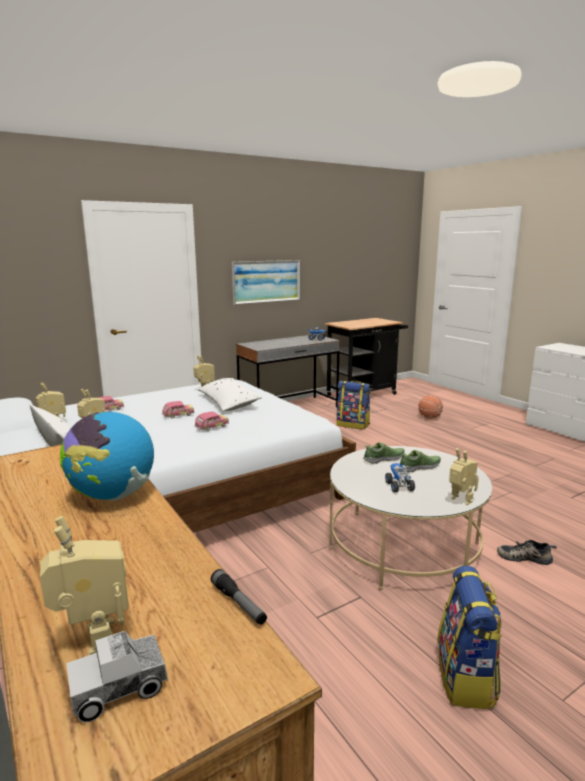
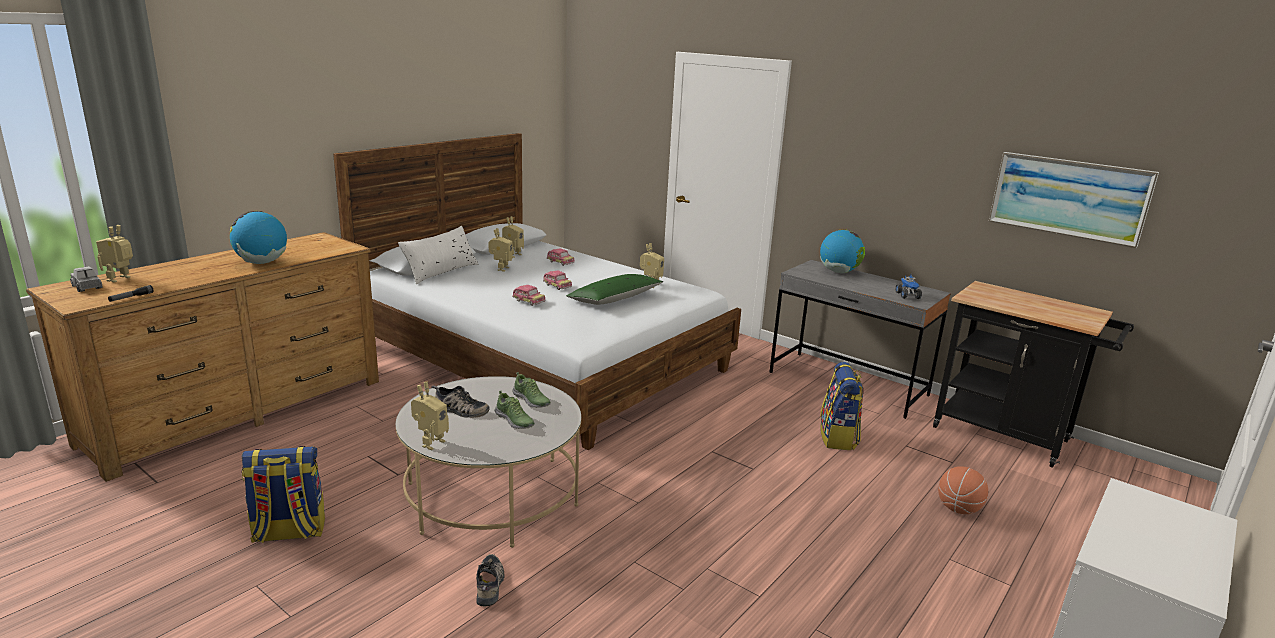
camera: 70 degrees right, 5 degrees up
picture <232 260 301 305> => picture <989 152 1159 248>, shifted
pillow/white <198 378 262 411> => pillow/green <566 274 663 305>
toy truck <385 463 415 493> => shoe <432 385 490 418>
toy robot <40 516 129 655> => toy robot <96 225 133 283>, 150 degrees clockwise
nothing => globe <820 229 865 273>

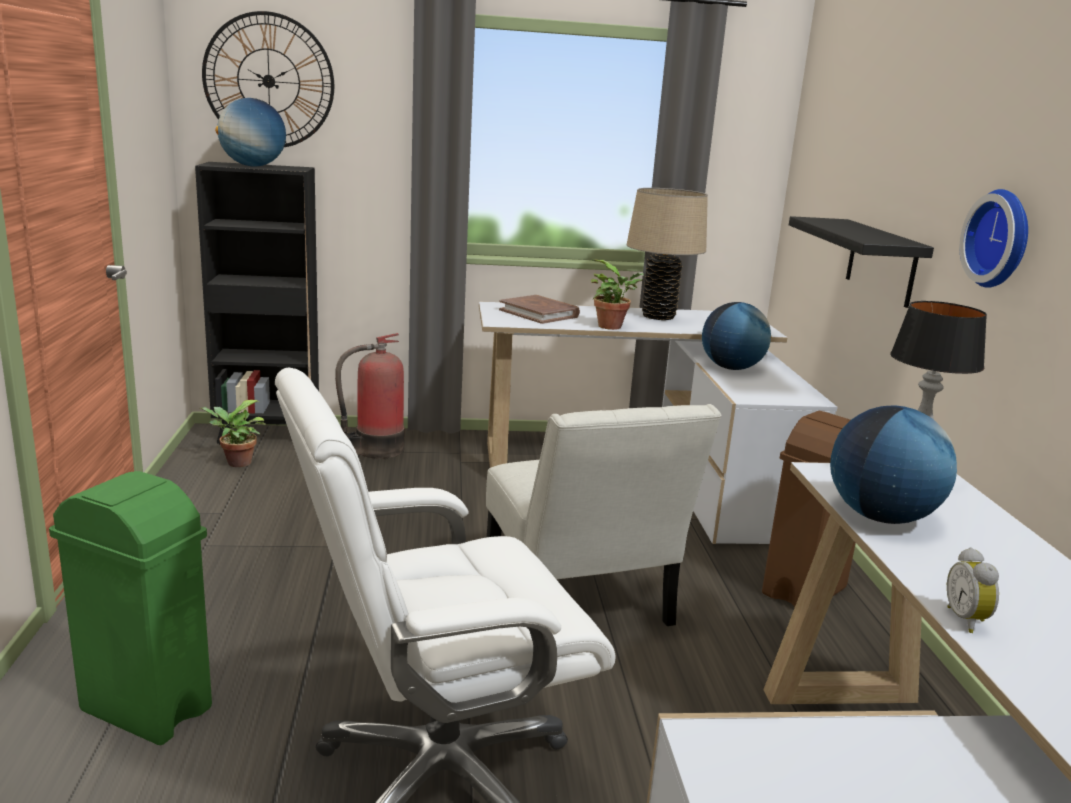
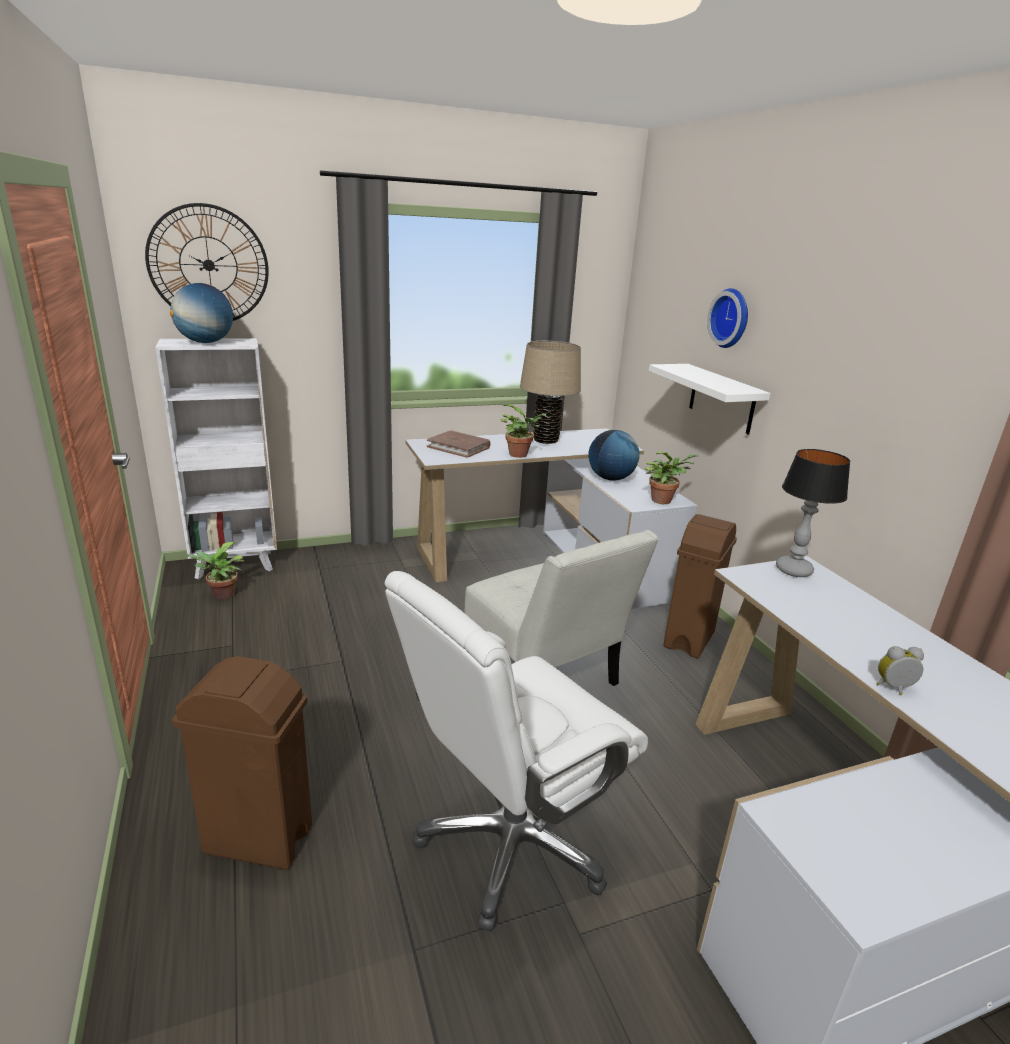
camera: 15 degrees left, 5 degrees up
bookcase/black <195 162 319 444> => bookcase/white <156 338 277 579>
wall clock <960 189 1028 288> => wall clock <707 288 748 348>, shifted
shelf/black <789 216 934 308> => shelf/white <649 364 770 434>
fire extinguisher <335 333 404 459> => nothing
globe <830 405 957 524> => nothing
trash can/green <49 471 212 745> => trash can/brown <172 656 312 870>
alarm clock <947 547 999 633> => alarm clock <877 646 924 695>, 105 degrees clockwise
nothing => potted plant <645 451 699 504>

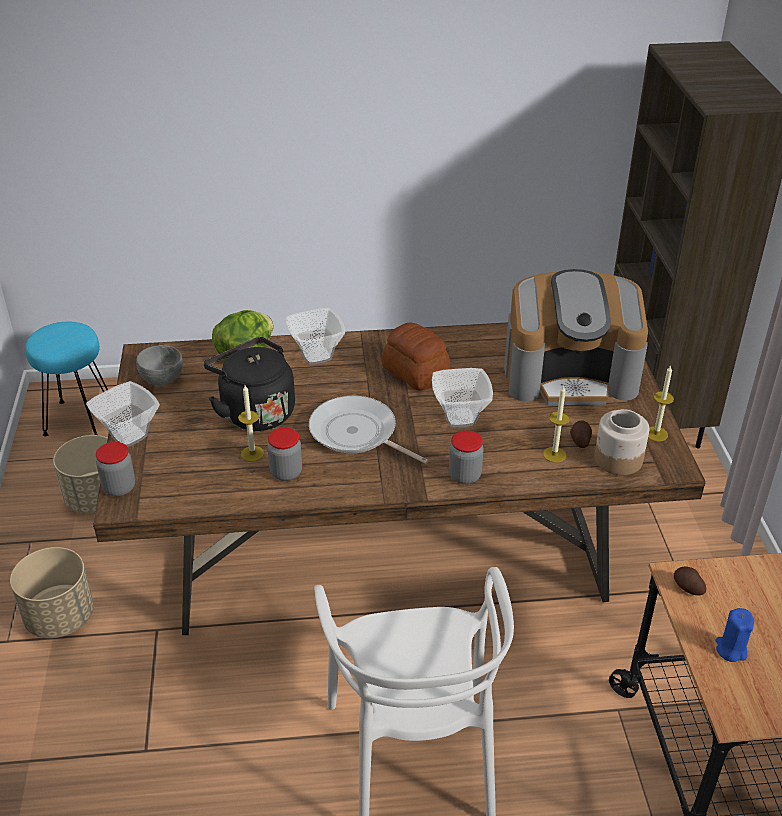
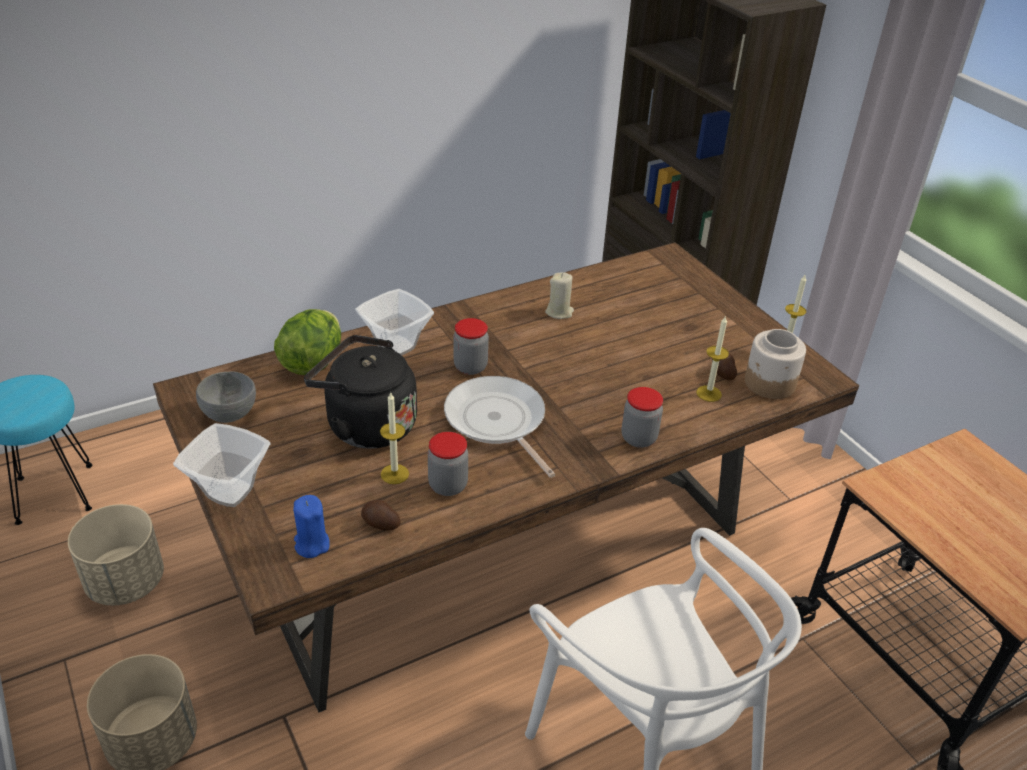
camera: 25 degrees left, 0 degrees up
coffee machine <504 269 648 405> => nothing
bread <382 323 450 391> => nothing
bowl <432 368 493 427> => nothing
frying pan <309 396 429 464> => frying pan <444 376 555 478>, 45 degrees clockwise
jar <96 442 135 496> => jar <454 318 489 375>, shifted
potato <674 567 706 595> => potato <361 500 401 531>, shifted
candle/blue <716 608 754 662> => candle/blue <293 495 330 558>, shifted
nothing => candle/beige <545 272 574 319>

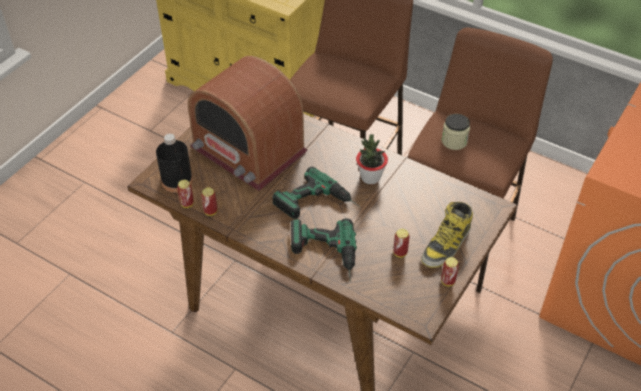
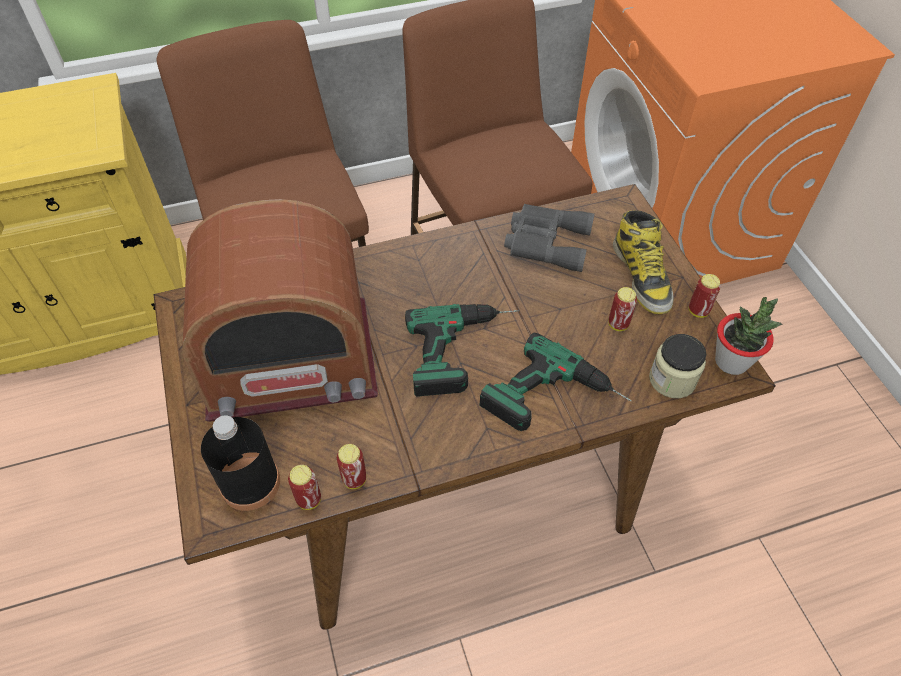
camera: 50 degrees left, 5 degrees up
jar <442 114 470 150> => jar <649 334 706 398>, shifted
potted plant <356 134 388 184> => potted plant <715 297 783 375>, shifted
nothing => binoculars/grey <504 204 595 272>

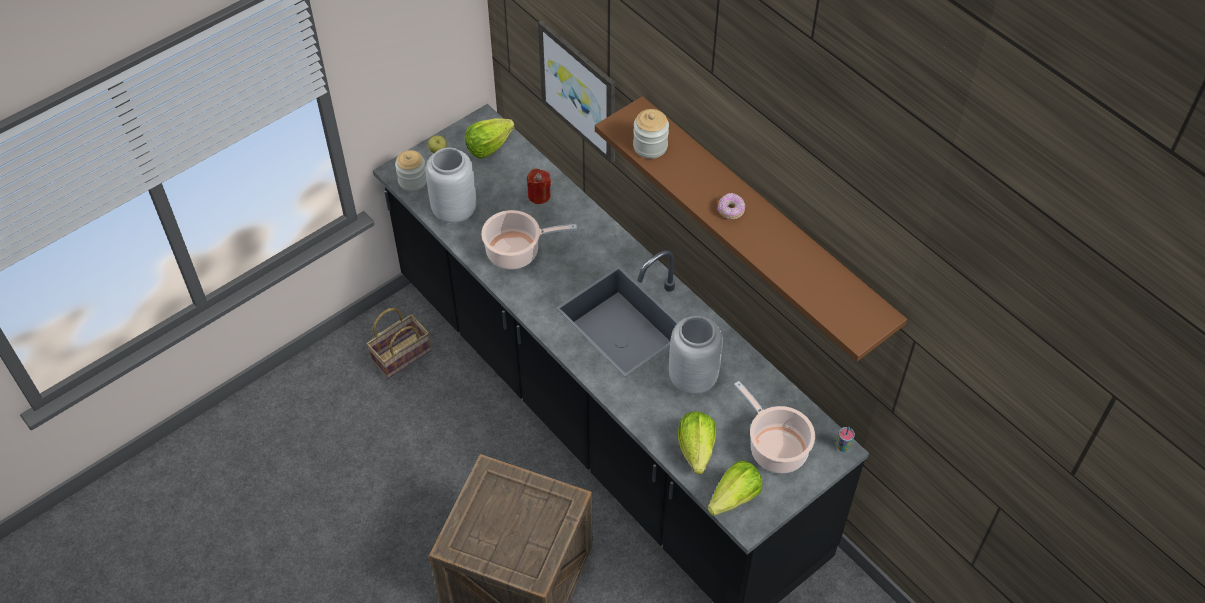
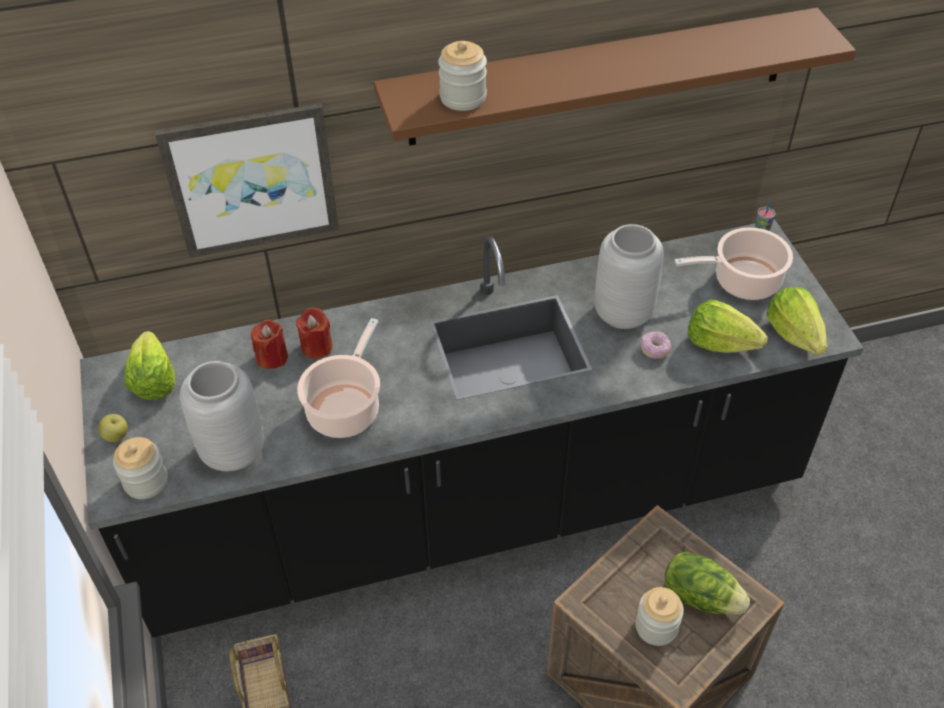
camera: 65 degrees left, 5 degrees down
donut <718 193 745 219> => donut <641 331 671 359>, shifted
nothing => candle/red <296 308 333 359>
nothing => lettuce <665 552 750 614>
nothing => jar <635 587 684 646>

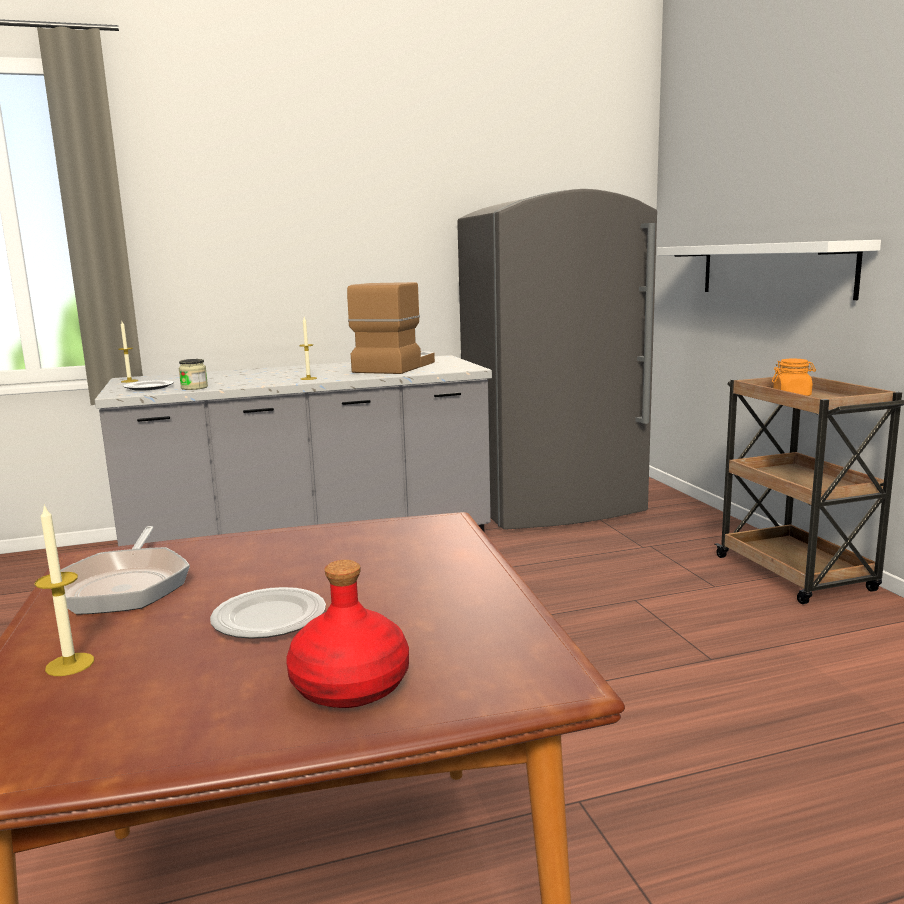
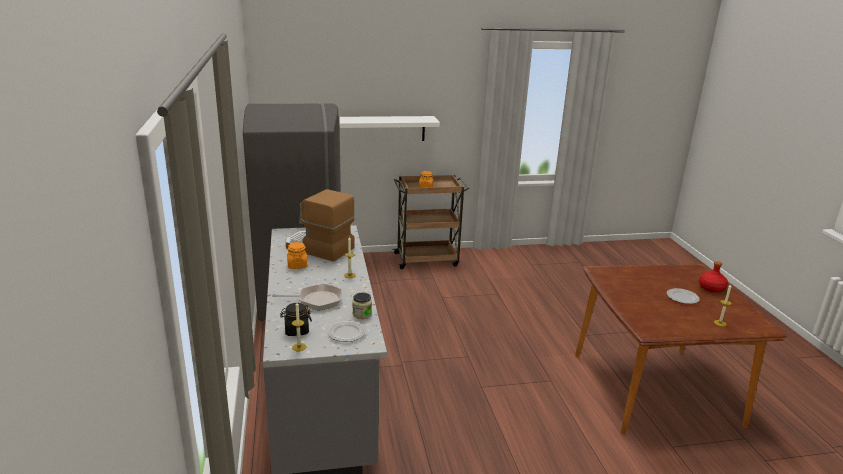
camera: 85 degrees left, 10 degrees up
frying pan <61 526 190 615> => frying pan <272 284 342 311>, shifted
nothing => jar/orange <287 242 307 269>
nothing => jar/black <280 303 312 336>

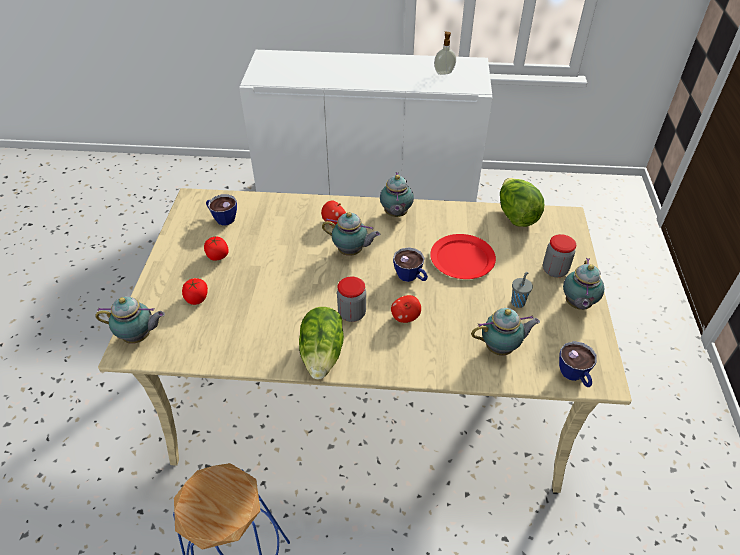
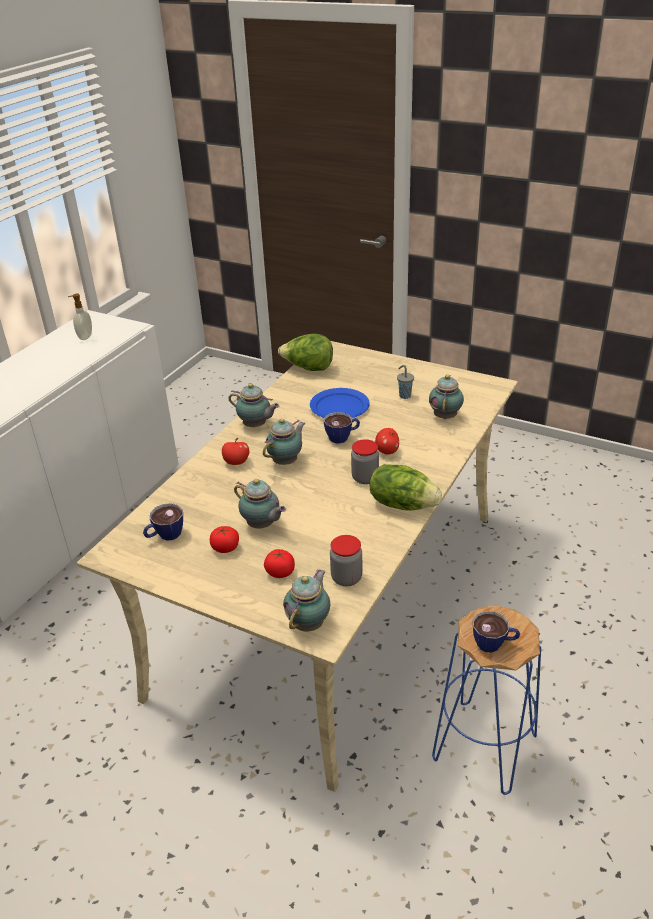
camera: 65 degrees left, 10 degrees down
plate/red <430 234 496 279> => plate/blue <310 388 370 418>
jar <543 234 576 277> => jar <330 535 363 586>, shifted
teapot <563 258 604 310> => teapot <234 479 286 528>, shifted
cup <559 341 597 387> => cup <473 611 520 652>, shifted

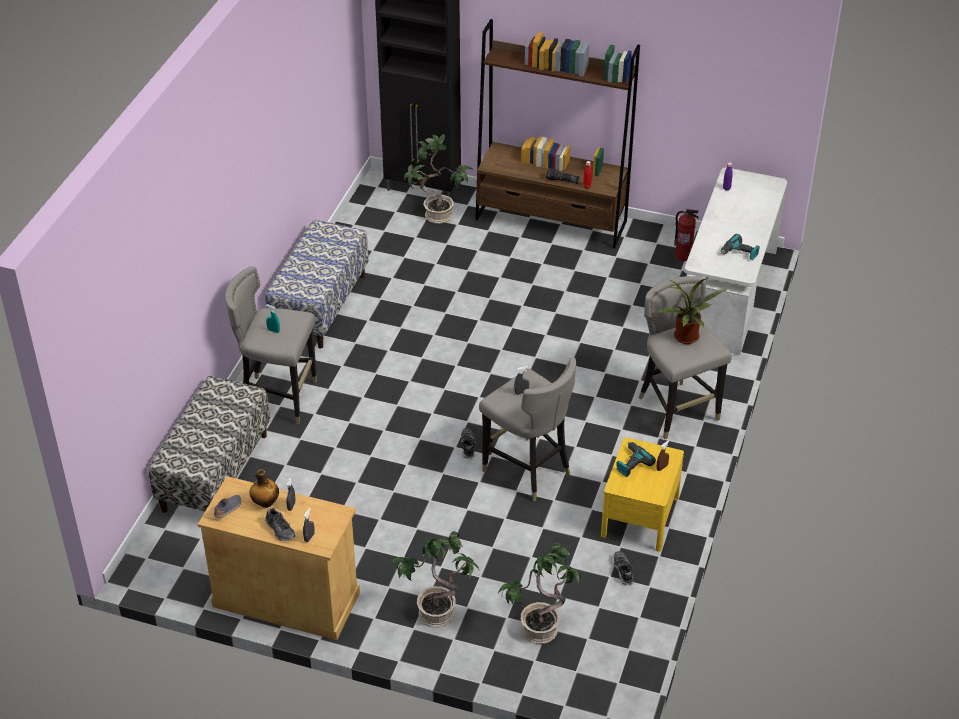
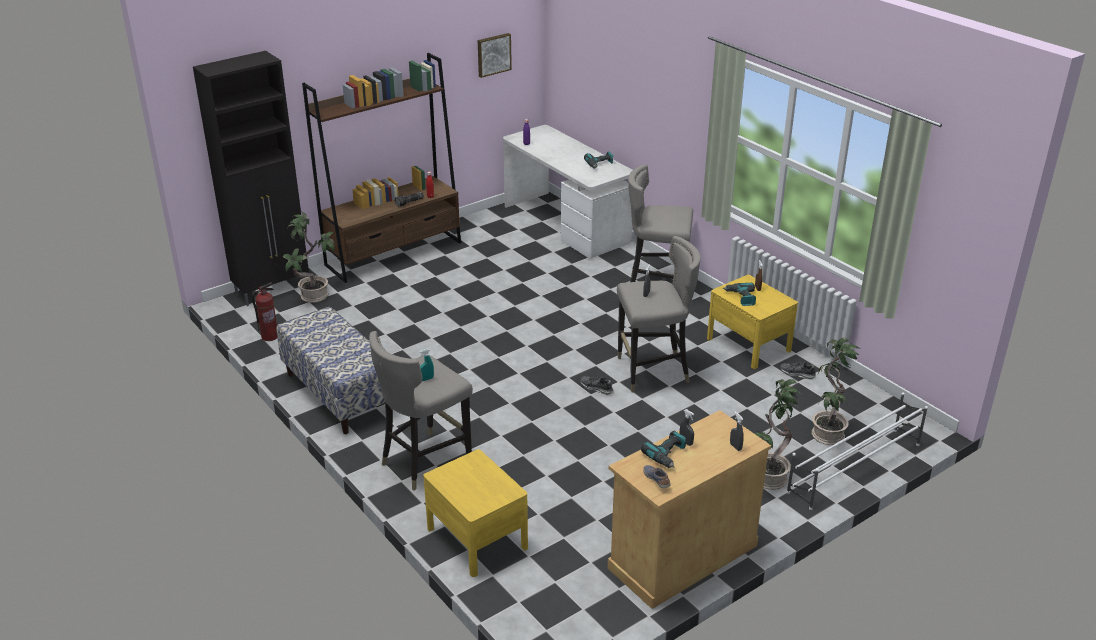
camera: 55 degrees left, 10 degrees down
fire extinguisher <674 209 699 261> => fire extinguisher <252 282 278 341>, shifted
potted plant <657 277 727 344> => nothing
bench <149 376 270 513> => nightstand/yellow <423 449 528 577>
bottle <250 469 279 508> => power drill <641 431 686 468>
shoe <265 508 296 541> => nothing
nothing => picture <478 33 512 78>
nothing => shoe rack/white <787 392 928 510>

